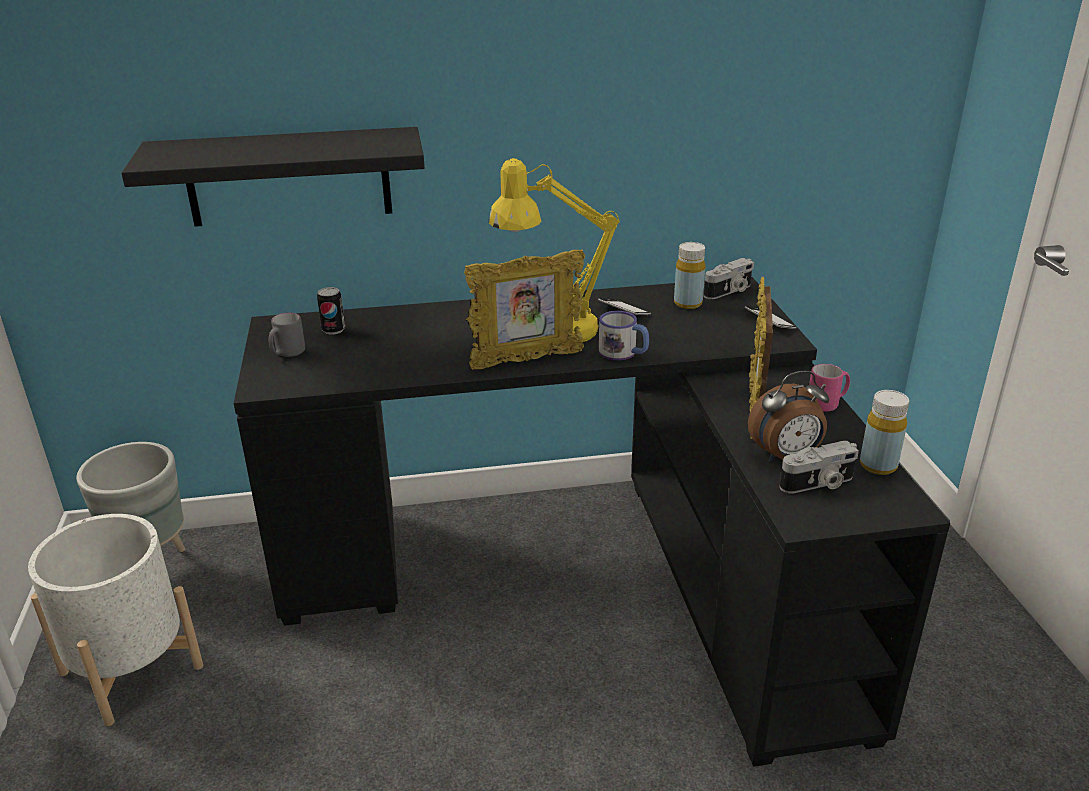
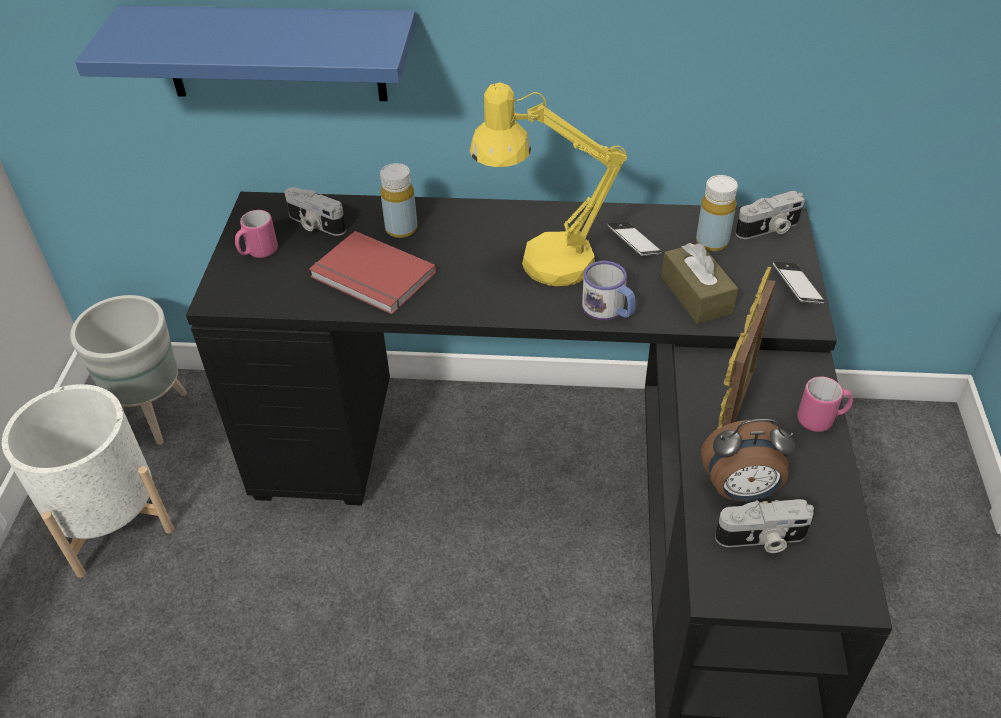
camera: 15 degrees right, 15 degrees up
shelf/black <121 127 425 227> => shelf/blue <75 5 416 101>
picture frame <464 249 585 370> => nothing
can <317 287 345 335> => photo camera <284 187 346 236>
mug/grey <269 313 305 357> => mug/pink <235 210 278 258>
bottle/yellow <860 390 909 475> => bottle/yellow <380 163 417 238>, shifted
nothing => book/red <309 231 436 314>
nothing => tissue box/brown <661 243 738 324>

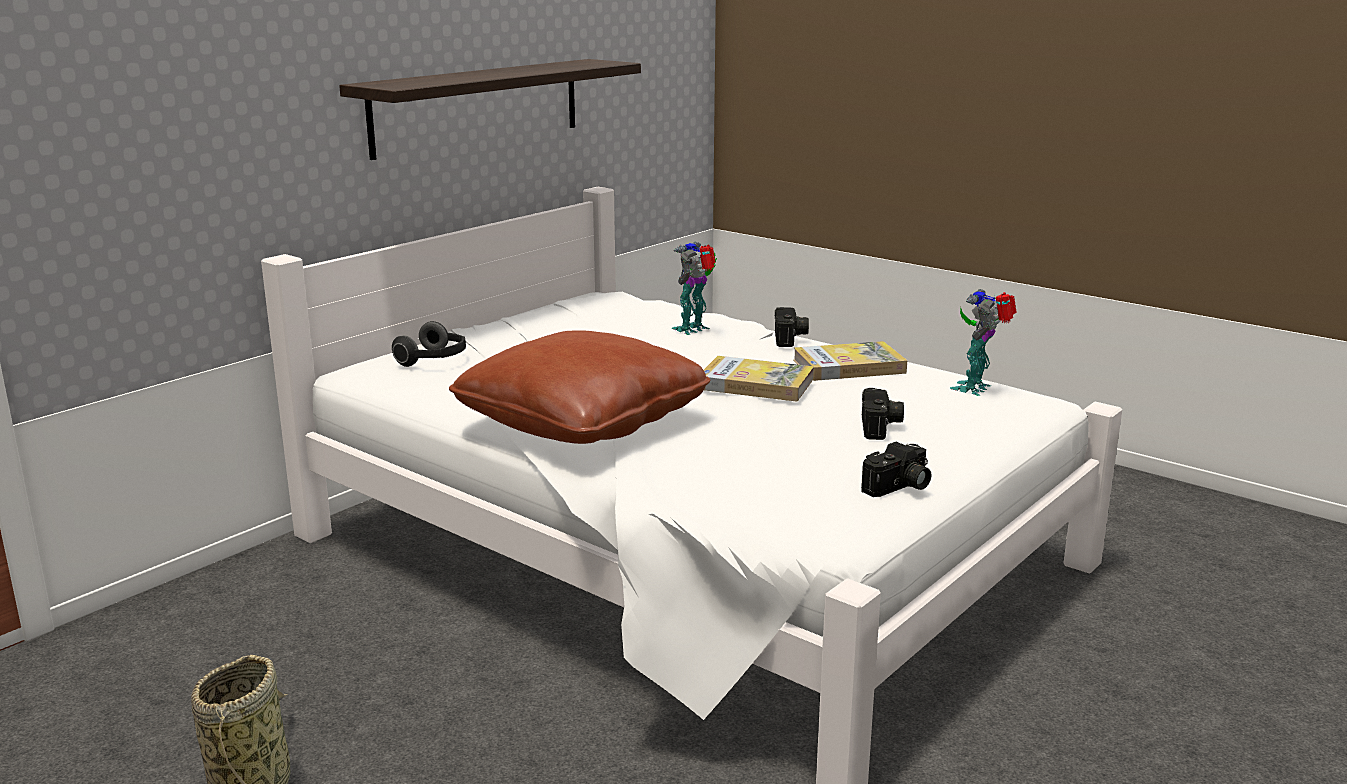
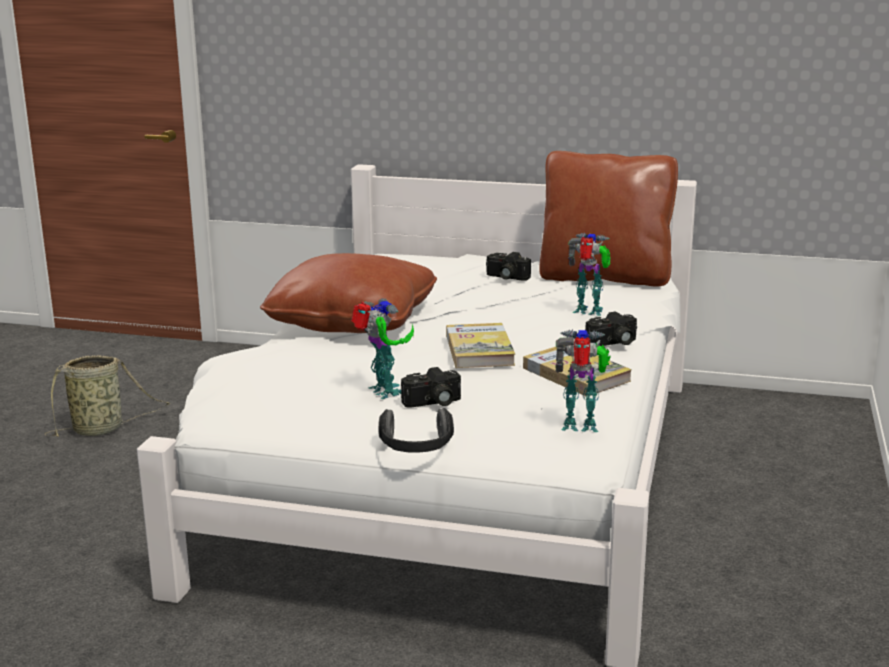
camera: 65 degrees right, 0 degrees up
shelf <339 59 641 160> => nothing
headphones <392 321 466 367> => headphones <378 408 454 453>, shifted
photo camera <861 442 931 497> => photo camera <486 252 531 281>, shifted
nothing => pillow/brown <539 151 678 286>
nothing => toy robot <351 298 414 399>

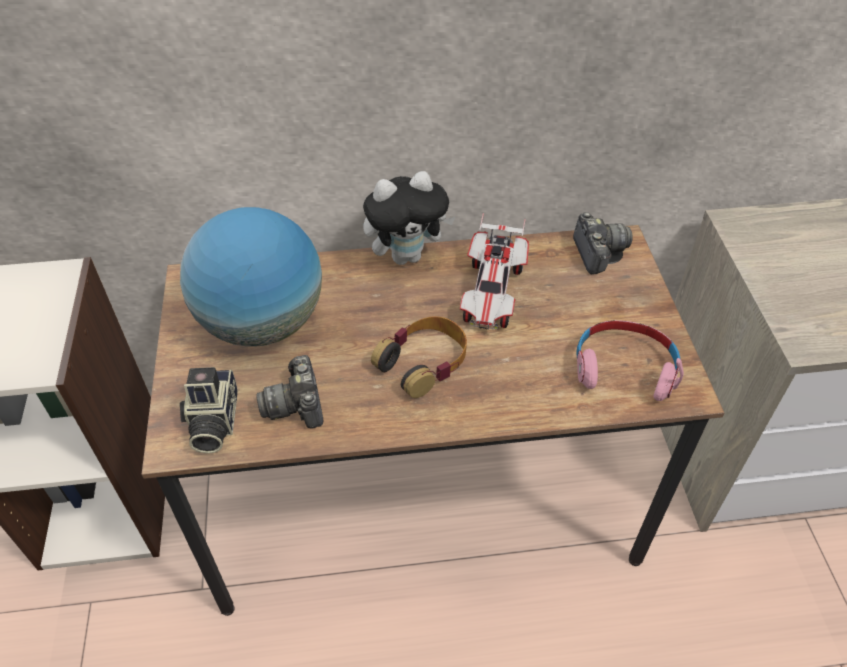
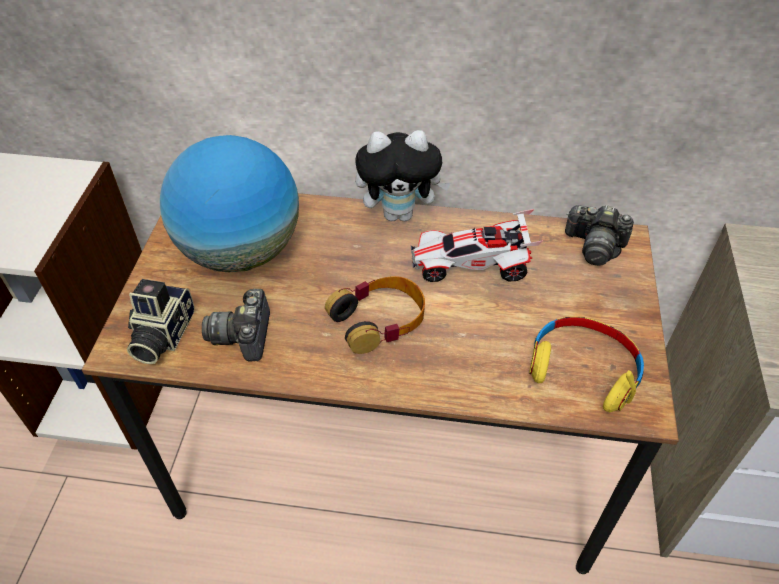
camera: 15 degrees right, 0 degrees up
photo camera <573 212 633 274> => photo camera <565 205 634 266>, 105 degrees clockwise
toy car <460 213 529 330> => toy car <411 209 543 282>, 60 degrees clockwise
headphones/pink <576 320 684 401> => headphones/yellow <529 317 644 413>

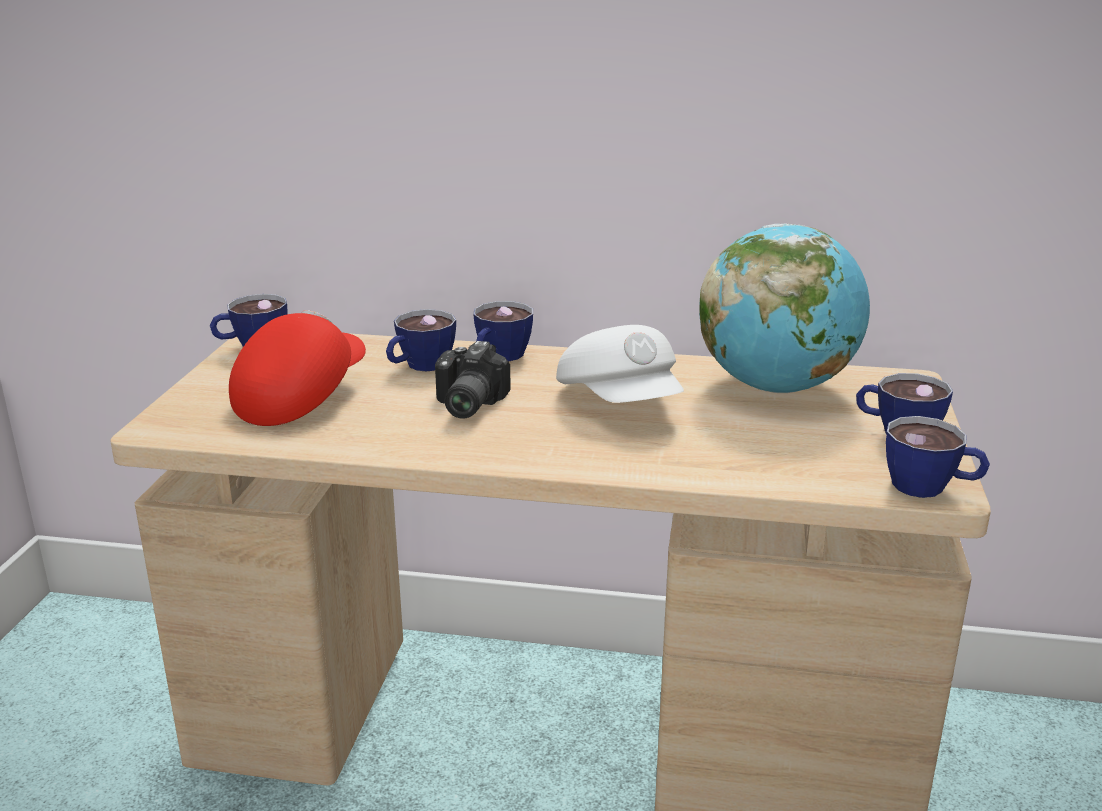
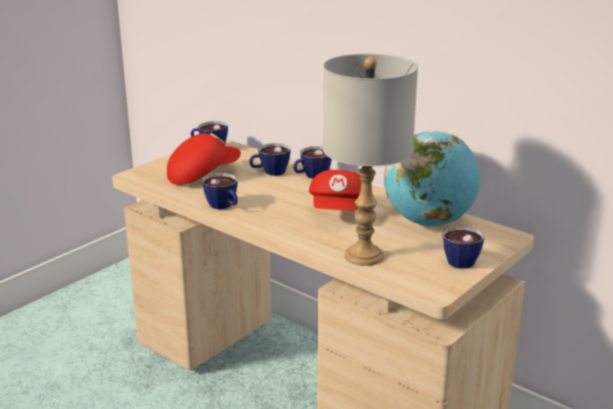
camera: 30 degrees right, 0 degrees up
cap/white <556 325 684 403> => cap/red <309 170 362 210>
photo camera <435 341 511 419> => nothing
cup <886 416 990 498> => cup <202 173 238 209>, shifted
nothing => table lamp/grey <323 54 418 266>

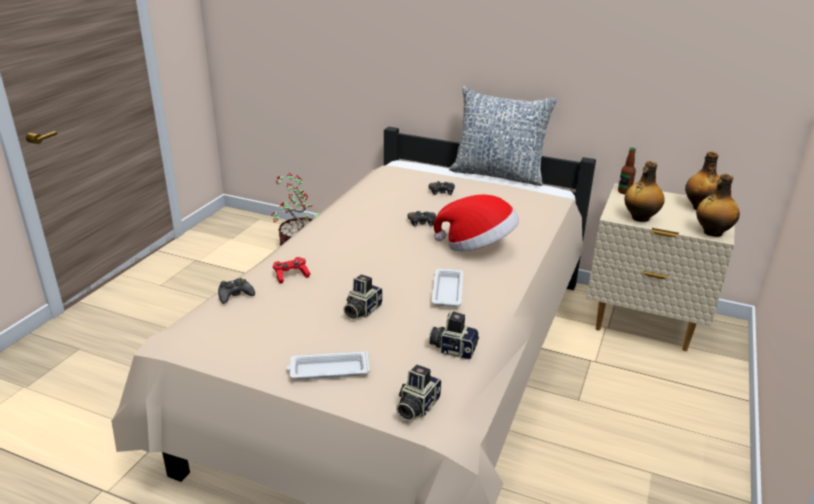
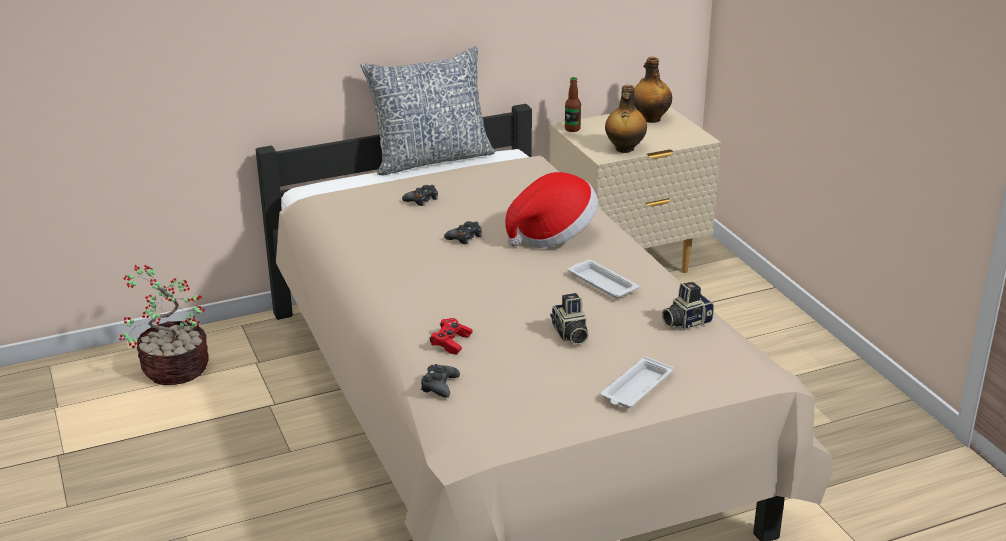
camera: 45 degrees left, 0 degrees up
bottle <696 174 740 237> => nothing
photo camera <396 364 441 421> => nothing

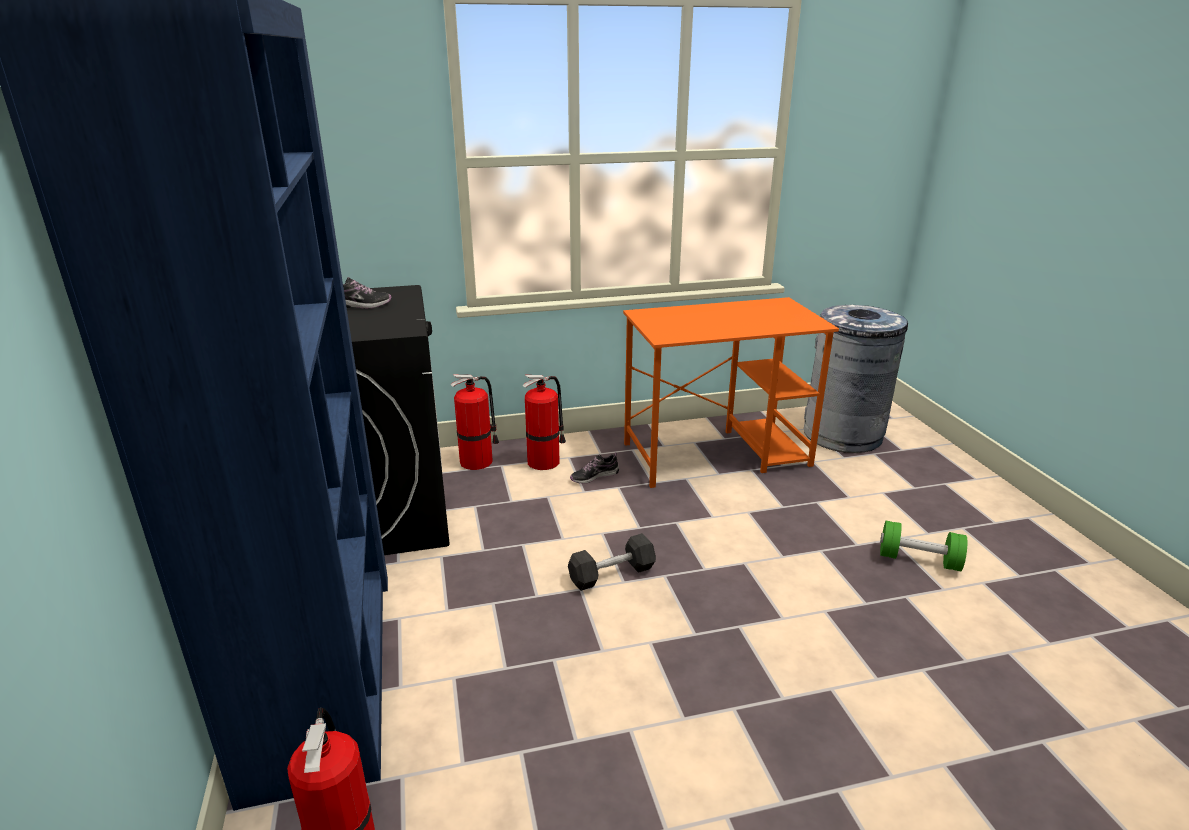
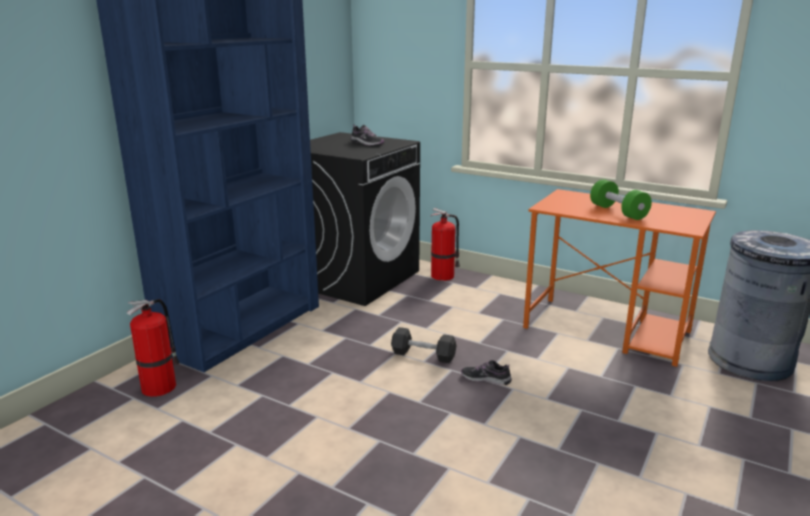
camera: 45 degrees right, 5 degrees down
fire extinguisher <522 375 566 470> => nothing
shoe <570 452 619 484> => shoe <461 360 512 385>, shifted
dumbbell/green <880 521 967 571> => dumbbell/green <590 179 652 220>, shifted

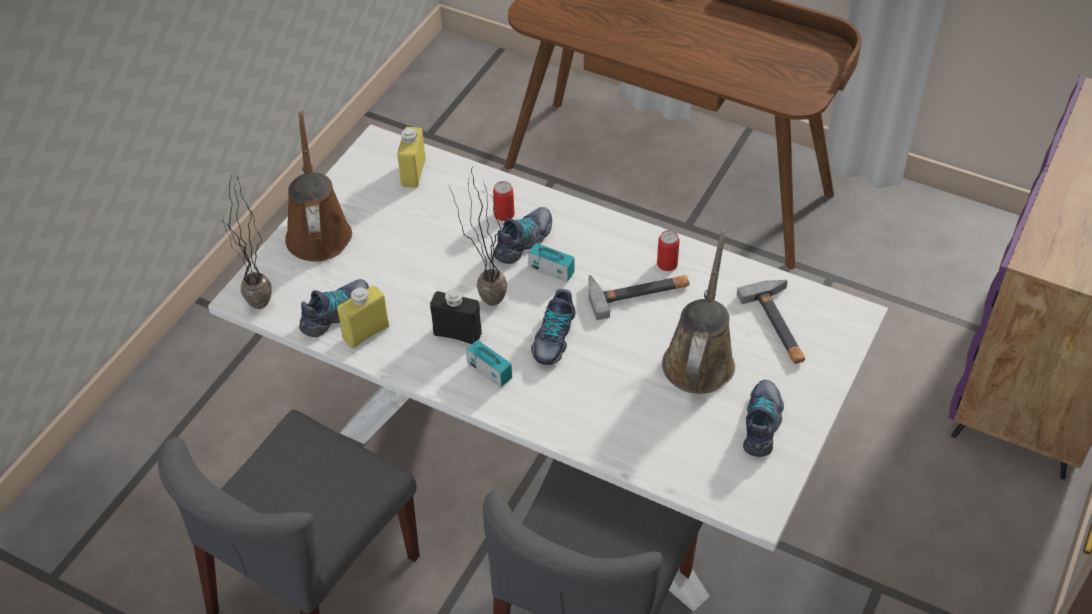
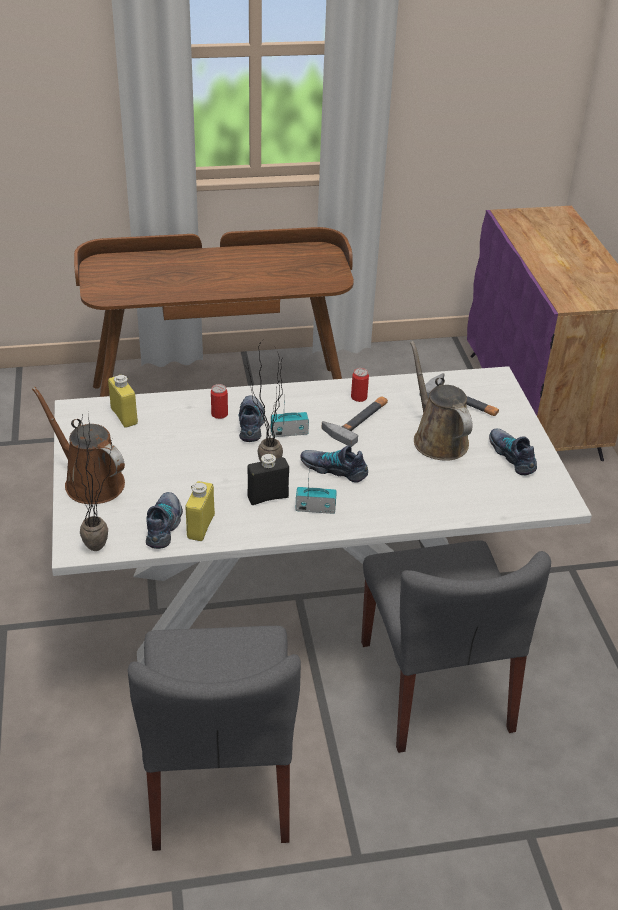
camera: 40 degrees left, 10 degrees down
shoe <531 289 576 365> => shoe <300 445 368 482>, 135 degrees clockwise

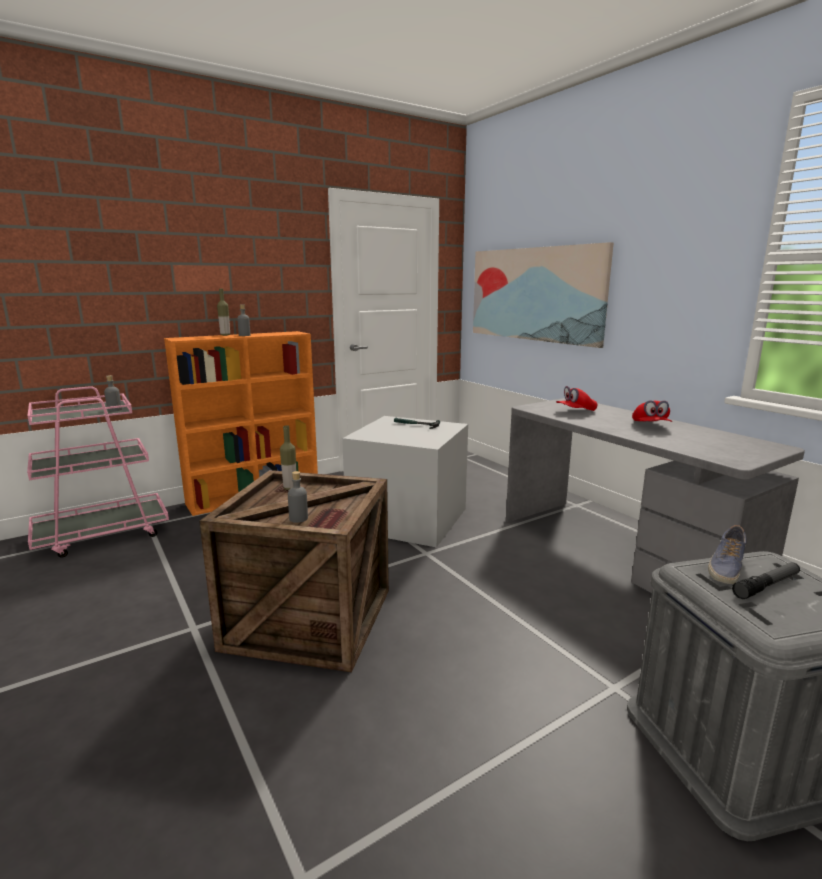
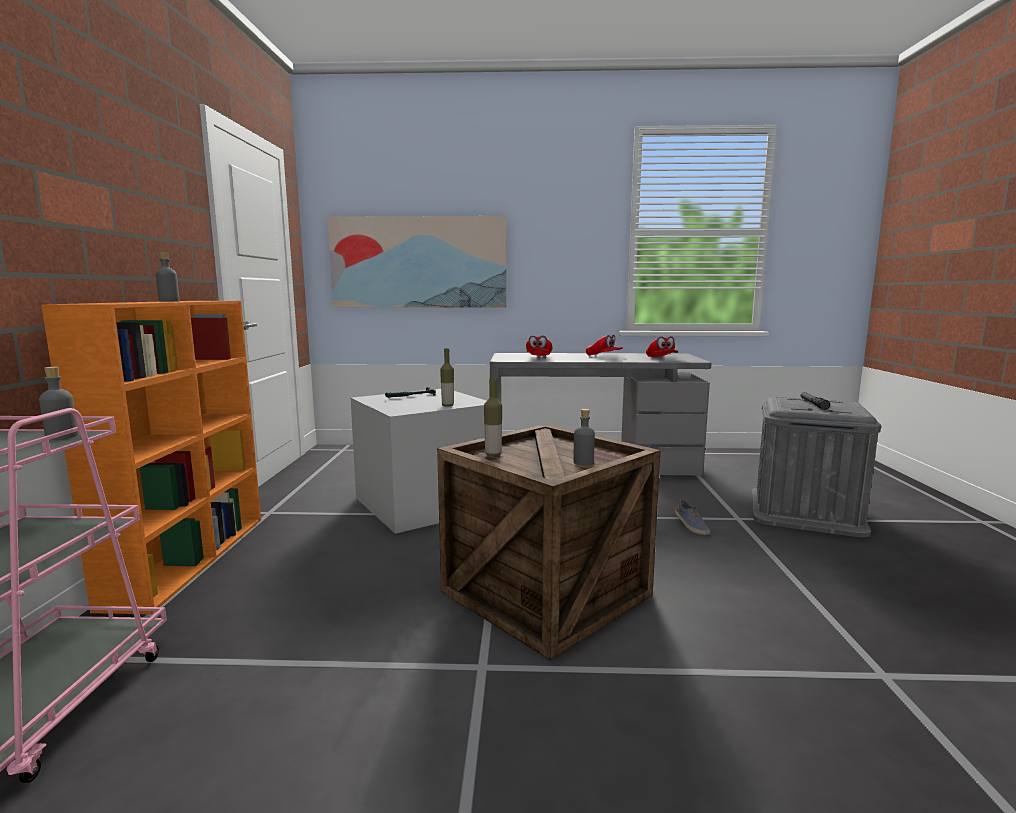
camera: 55 degrees left, 5 degrees down
bottle <217 289 230 336> => bottle <440 348 454 407>, shifted
shoe <708 525 747 584> => shoe <675 499 711 535>, shifted
nothing => cap/red <646 336 678 357>

